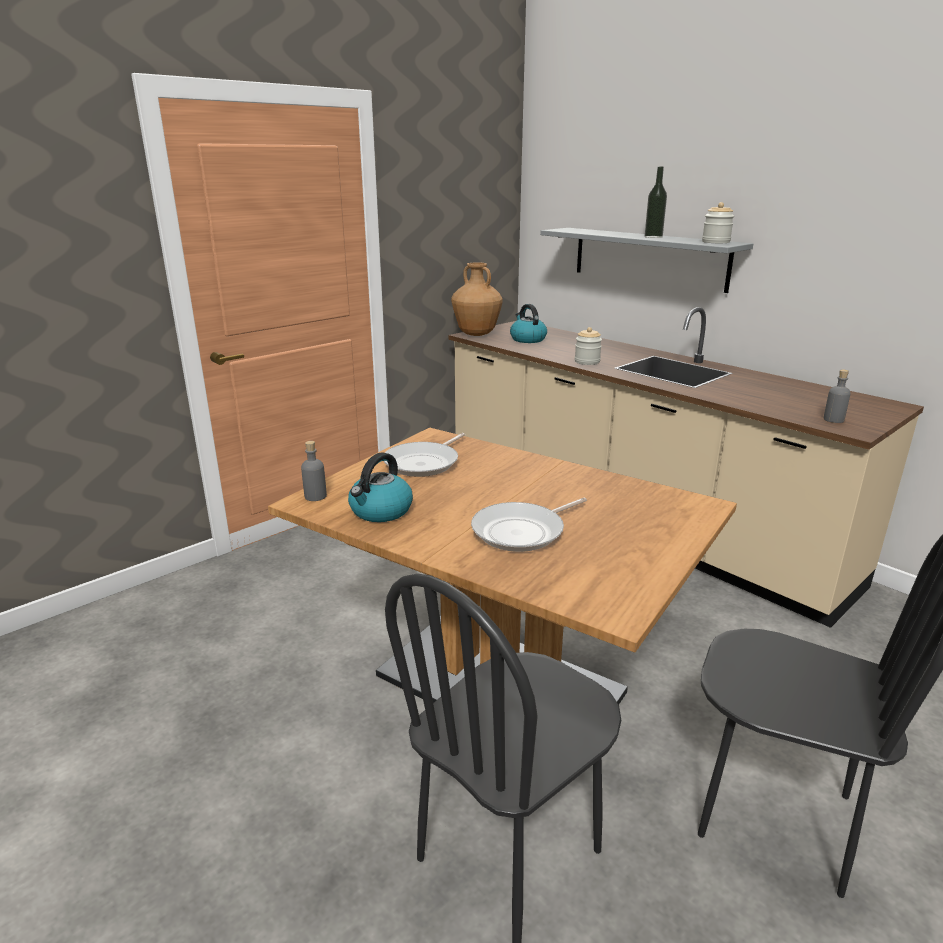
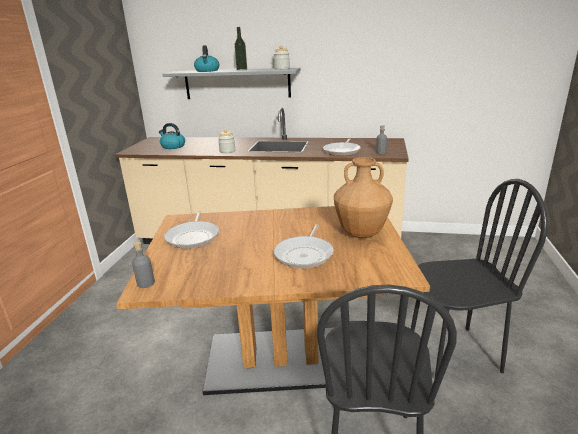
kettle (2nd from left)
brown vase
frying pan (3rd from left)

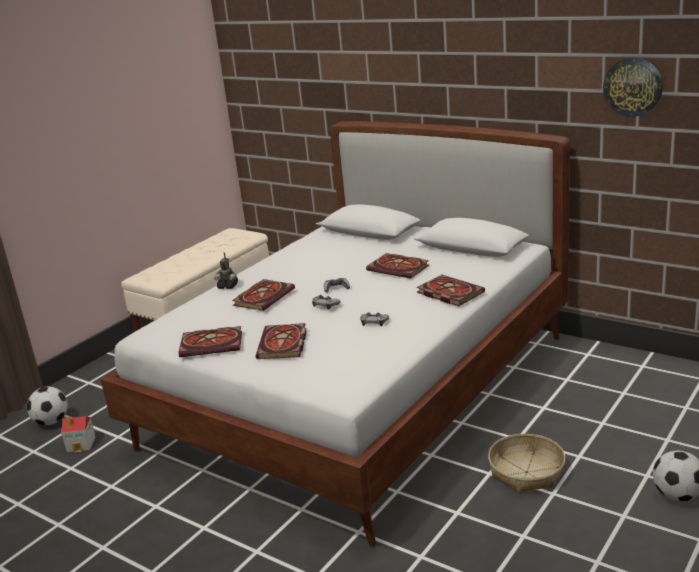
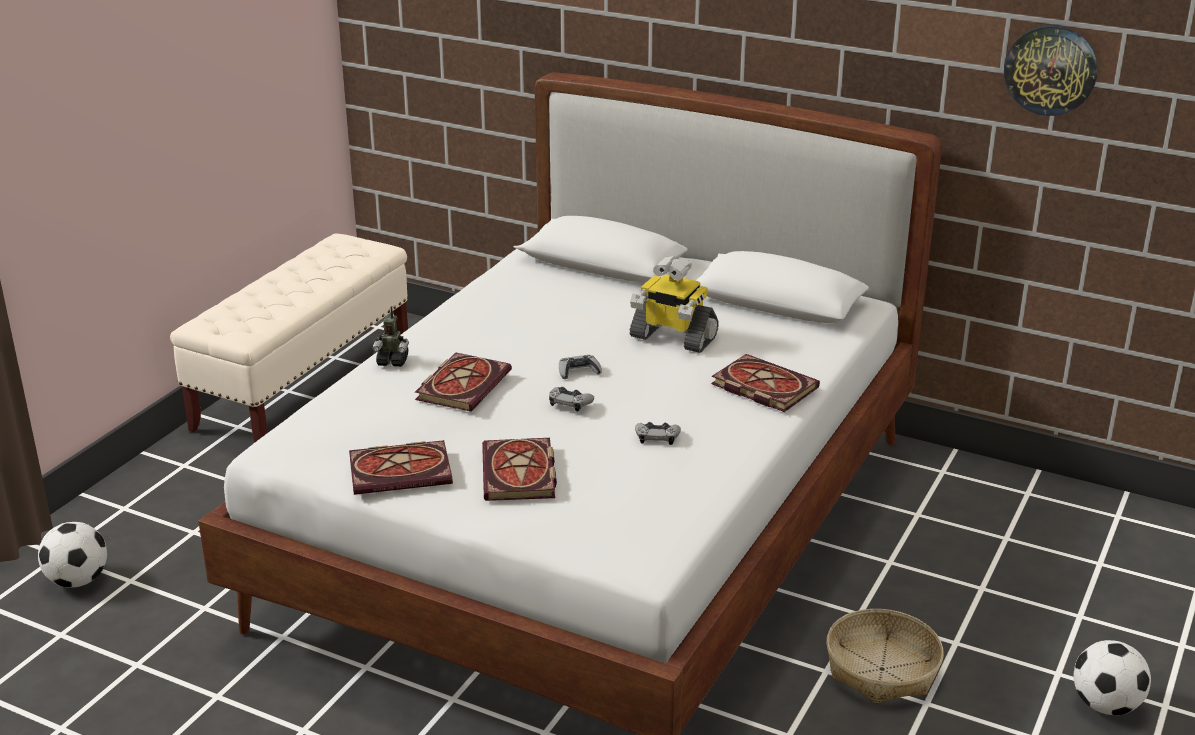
toy house
toy robot (2nd from left)

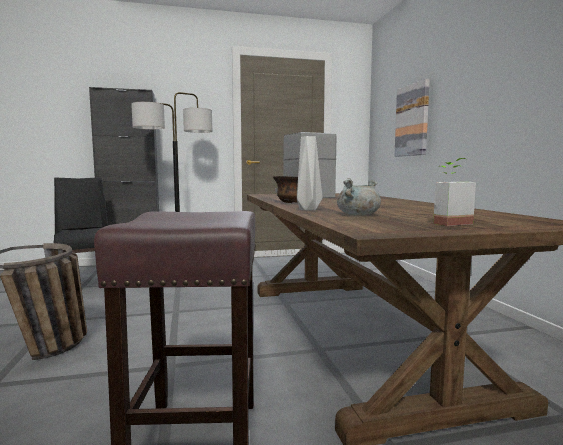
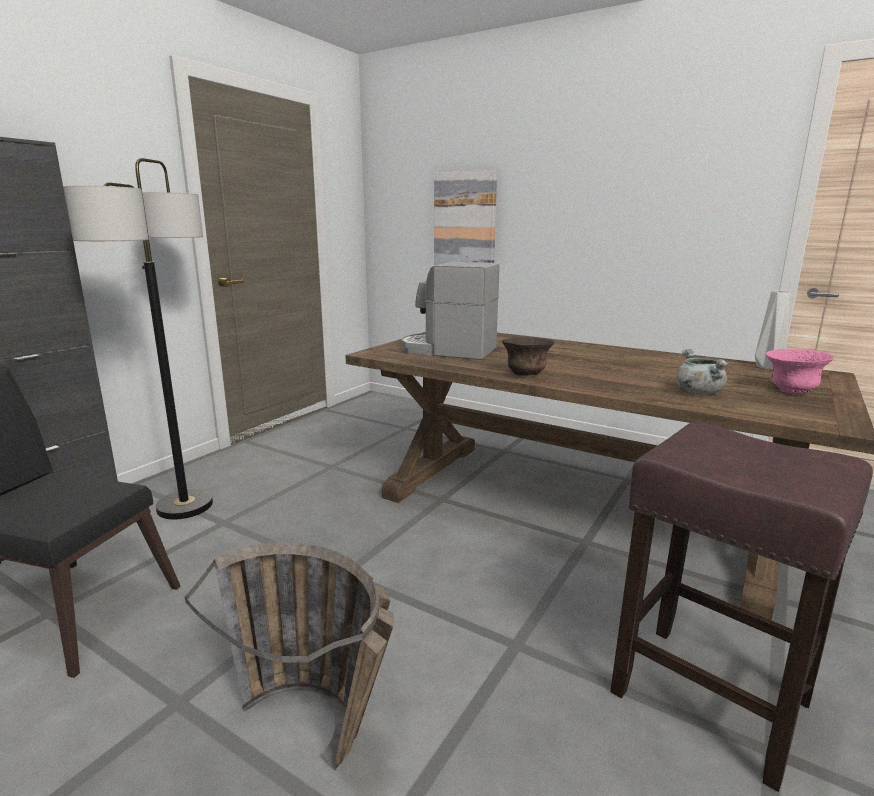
grey vase
pink bowl

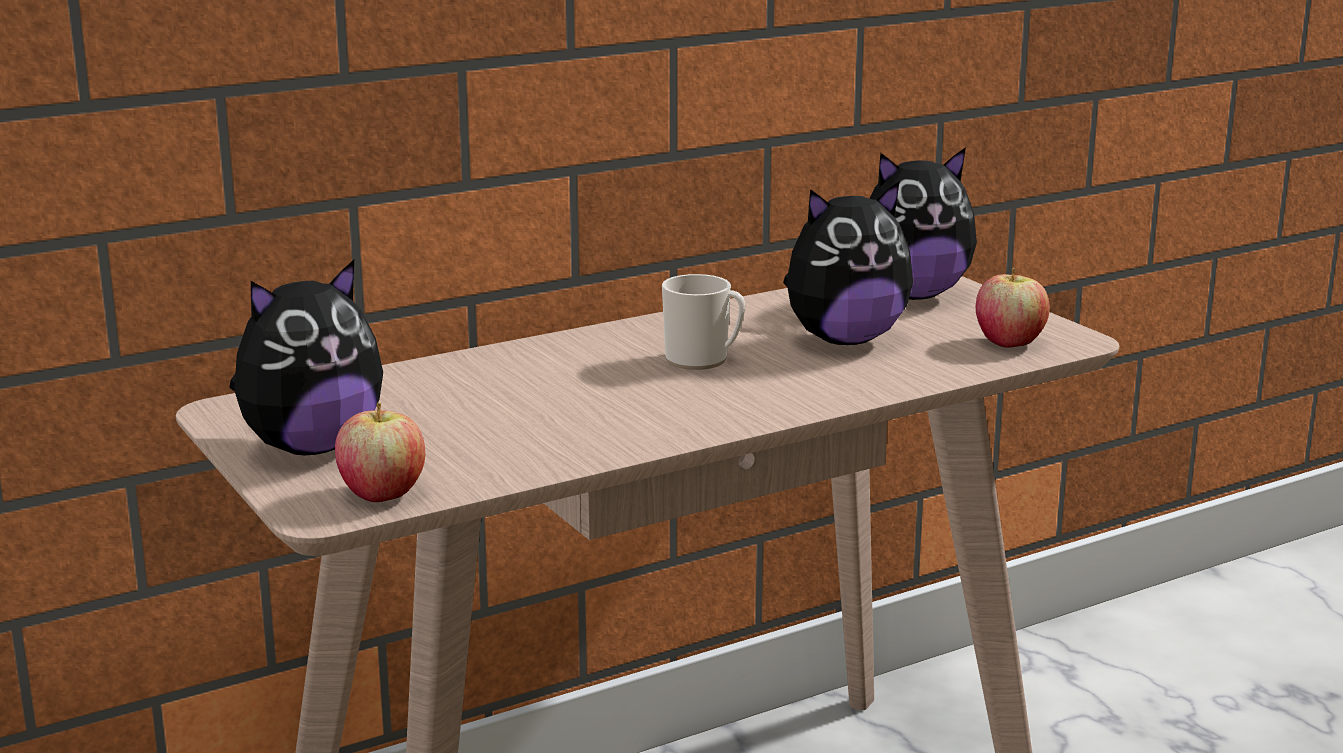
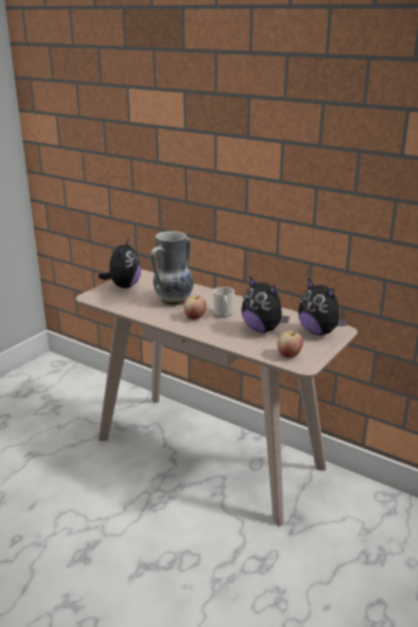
plush toy (1st from left)
apple (1st from left)
vase

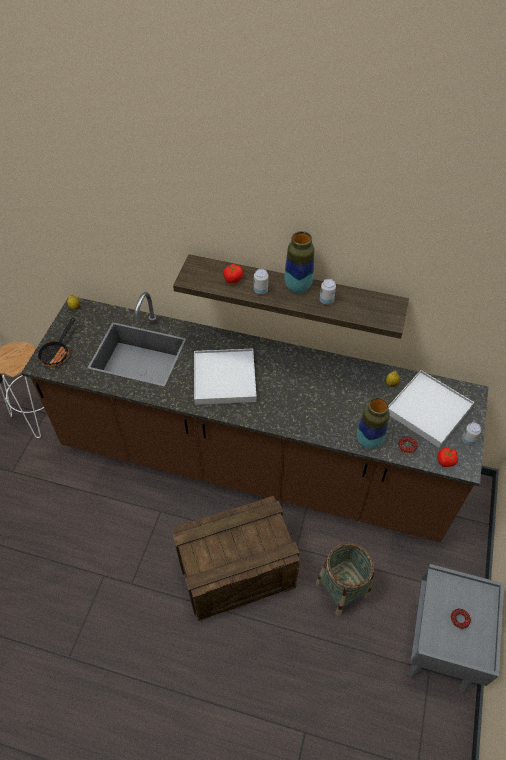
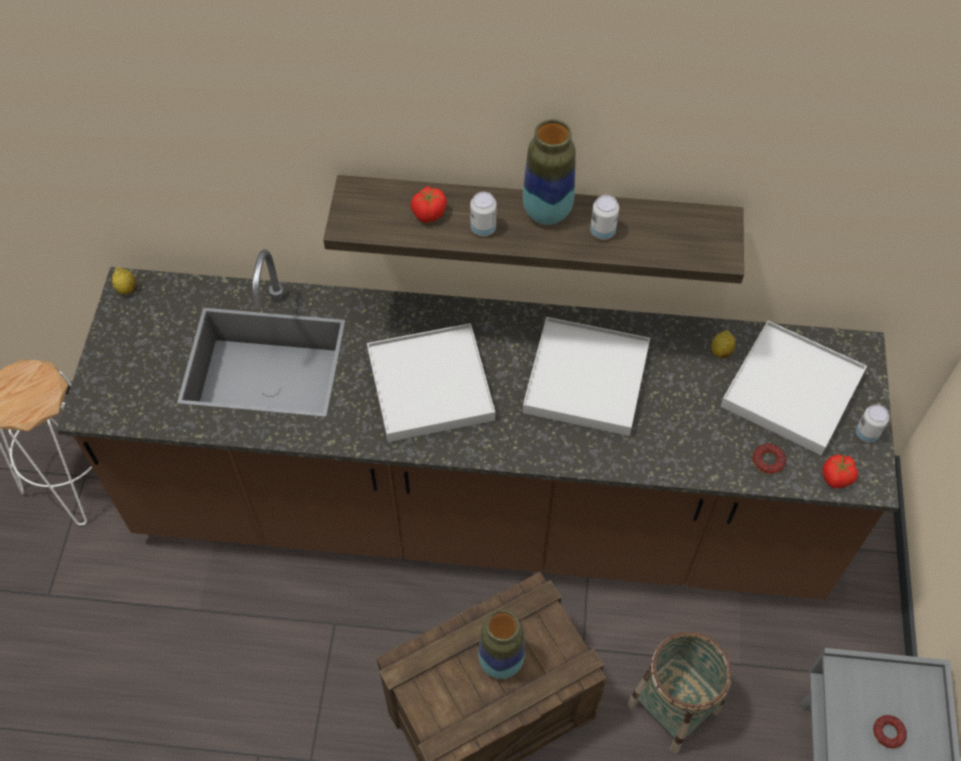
frying pan
vase (1st from left)
white tray (2nd from left)

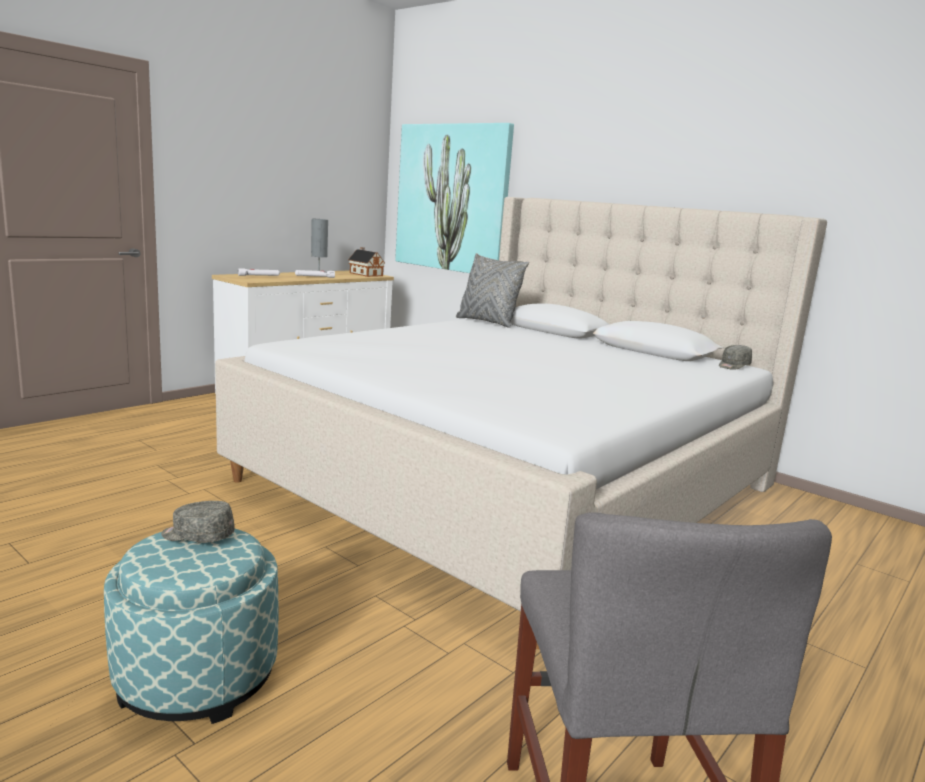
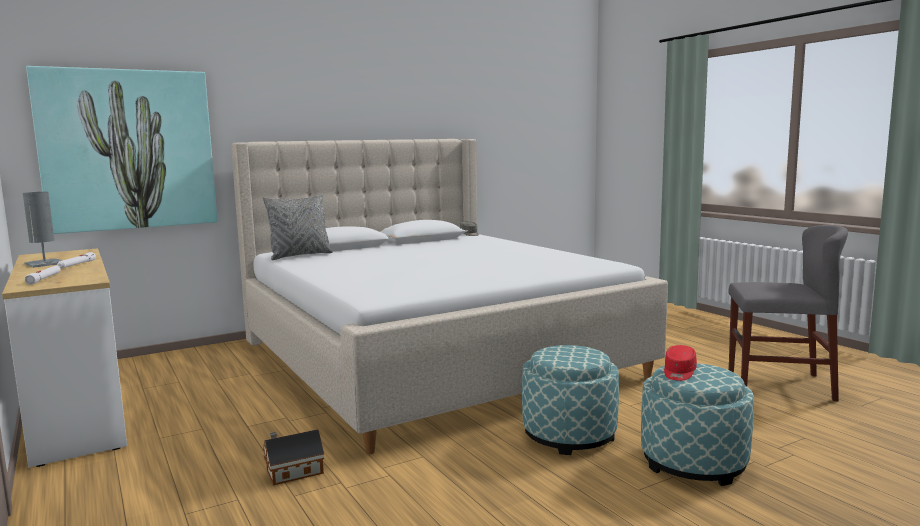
red cap
toy house
ottoman (1st from left)

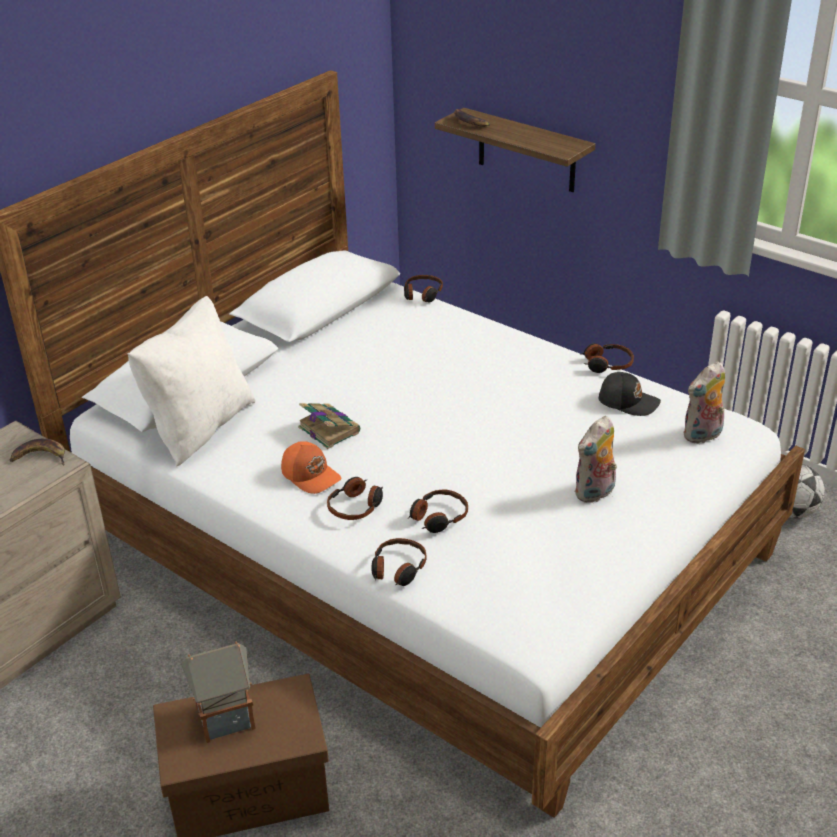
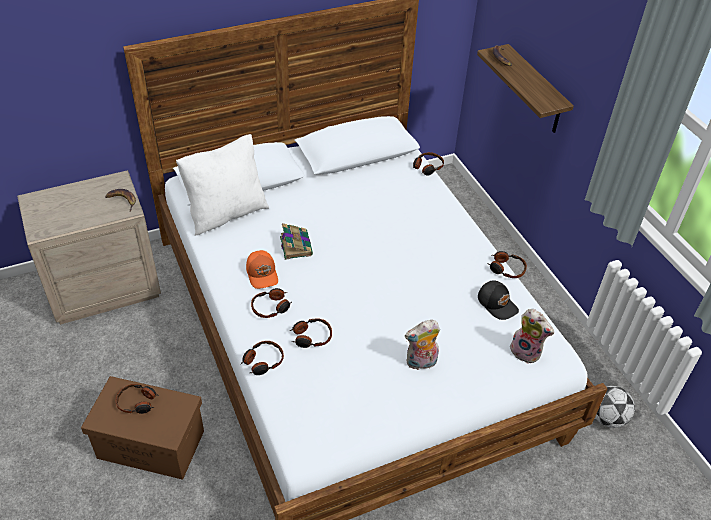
headphones (1st from left)
plush toy (2nd from left)

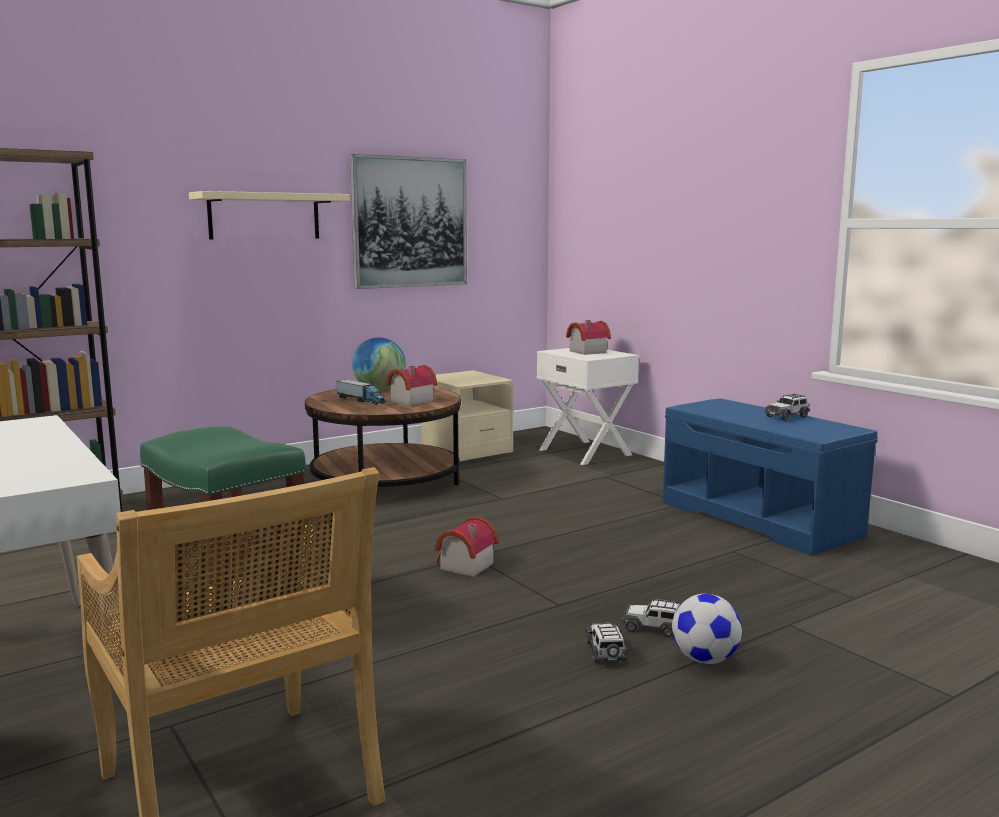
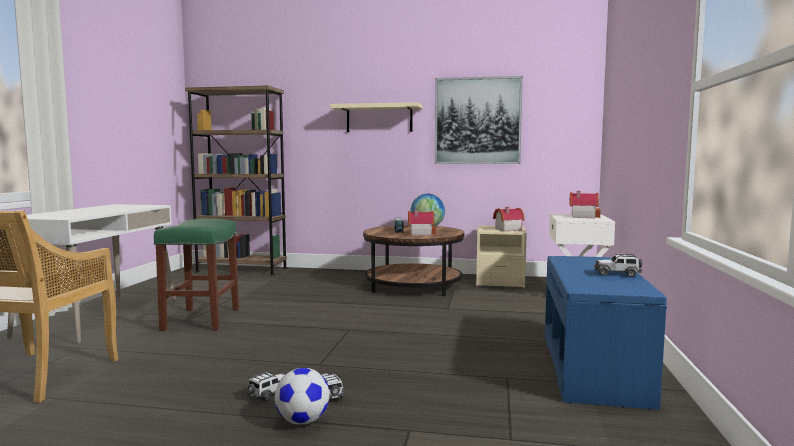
toy house (2nd from left)

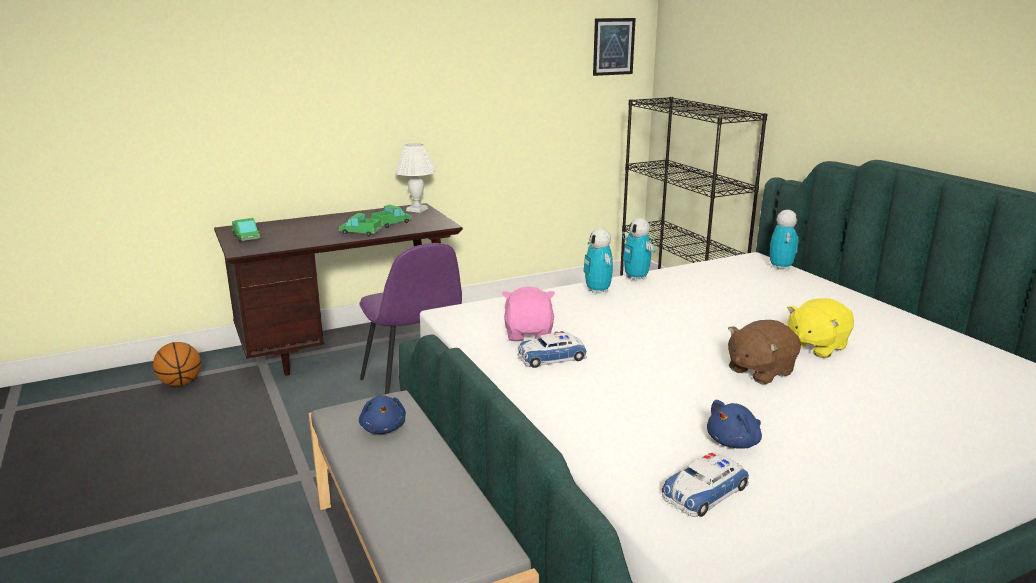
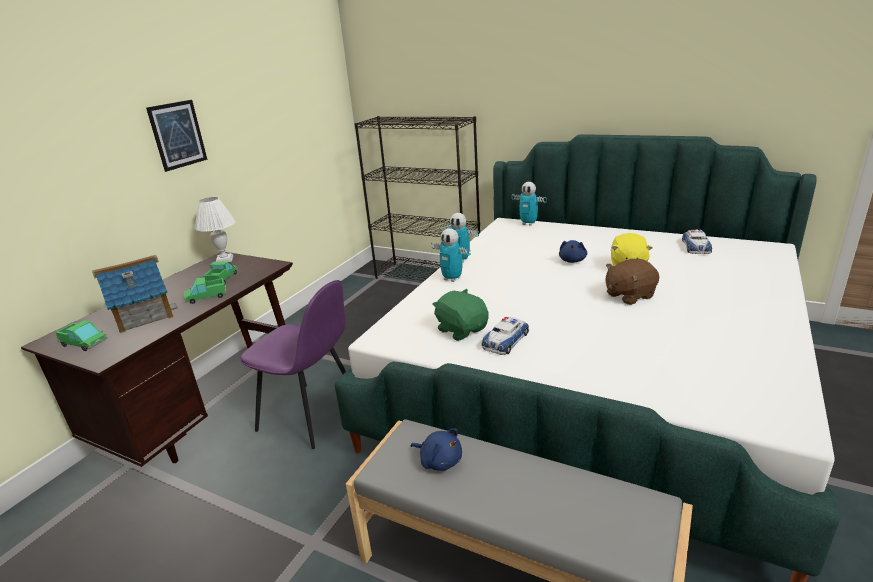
basketball
green plush toy
picture
toy car (2nd from left)
blue plush toy (2nd from left)
brown plush toy
toy robot (3rd from left)
toy house

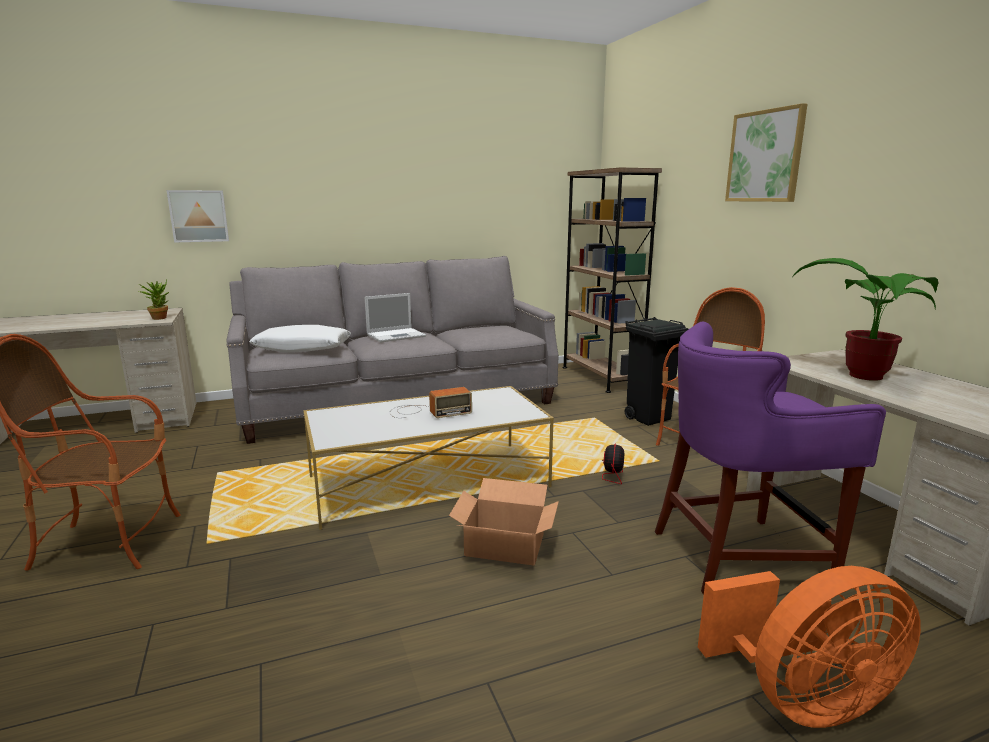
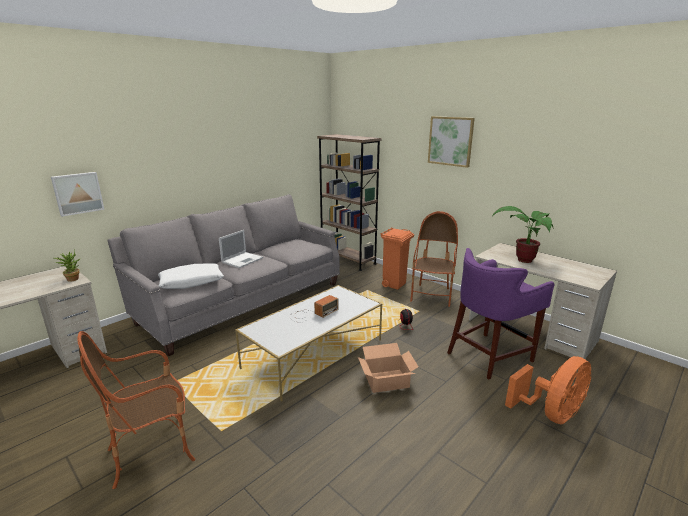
orange trash can

